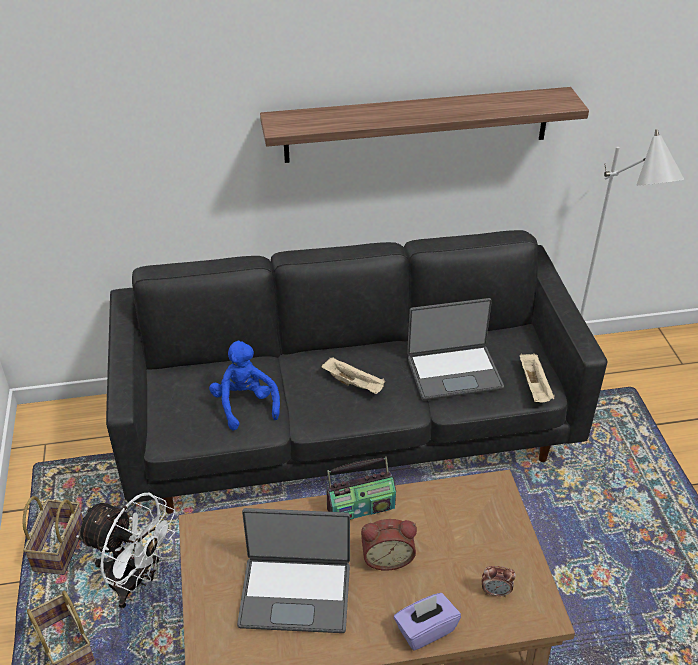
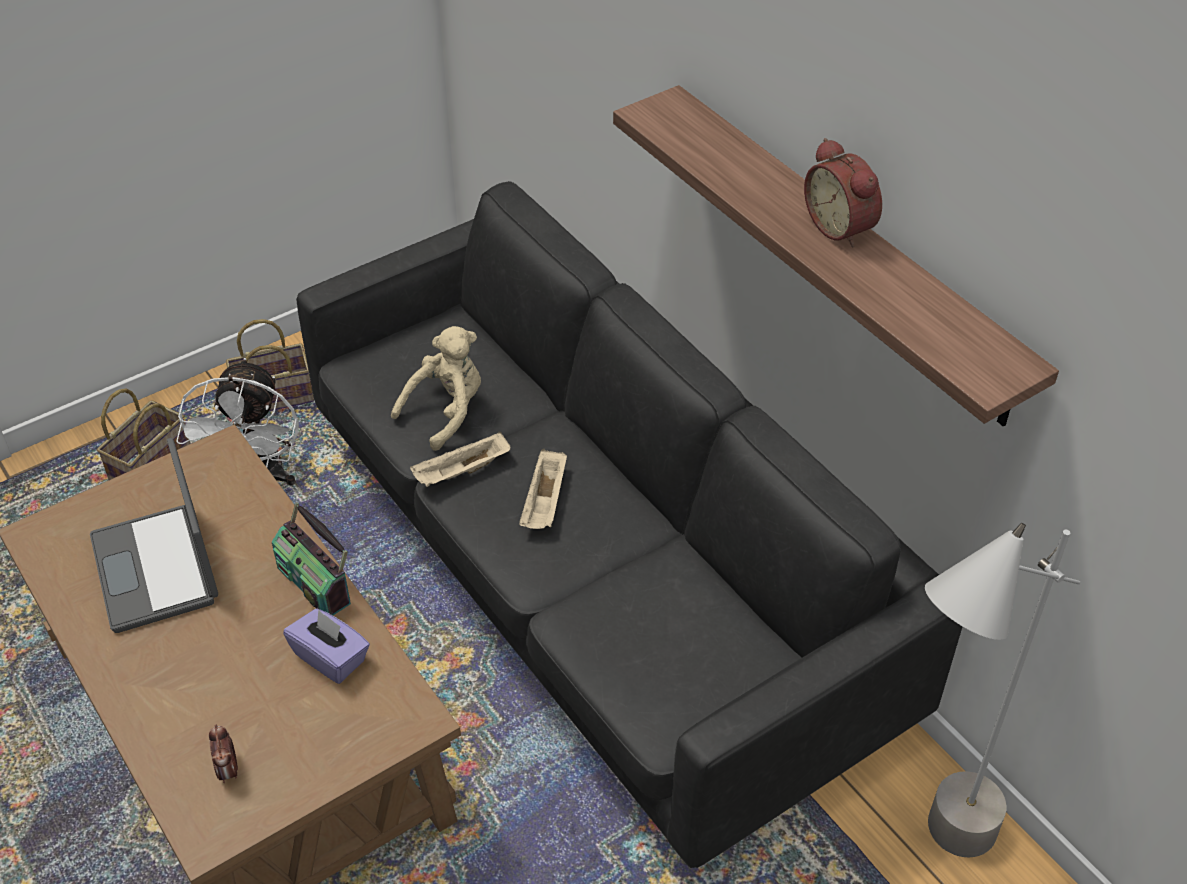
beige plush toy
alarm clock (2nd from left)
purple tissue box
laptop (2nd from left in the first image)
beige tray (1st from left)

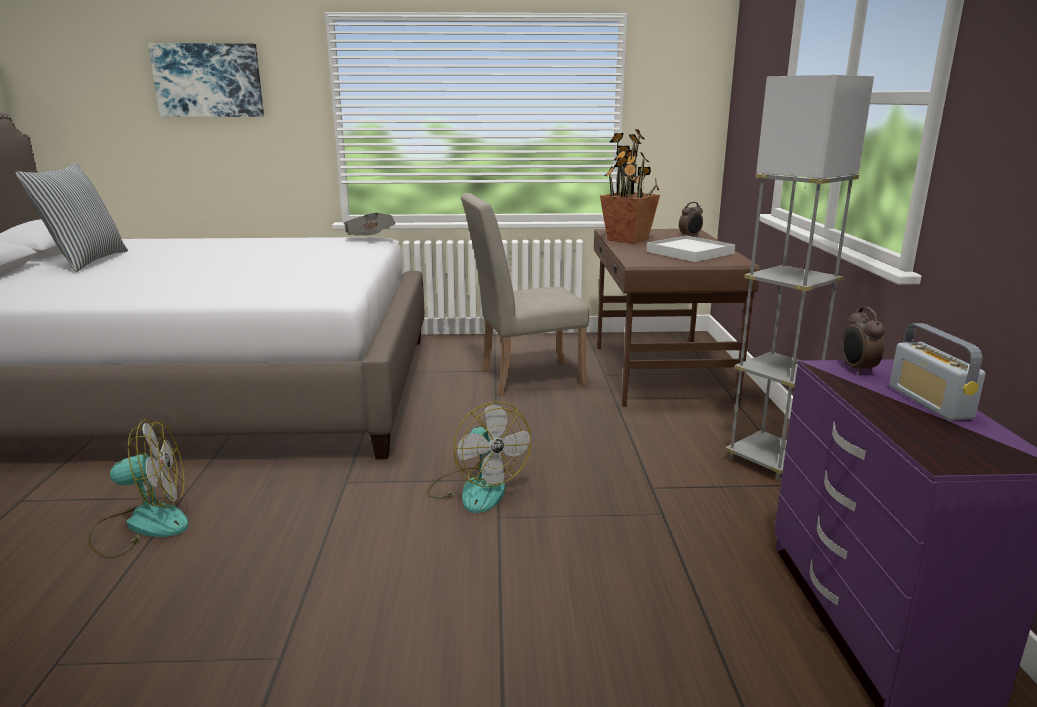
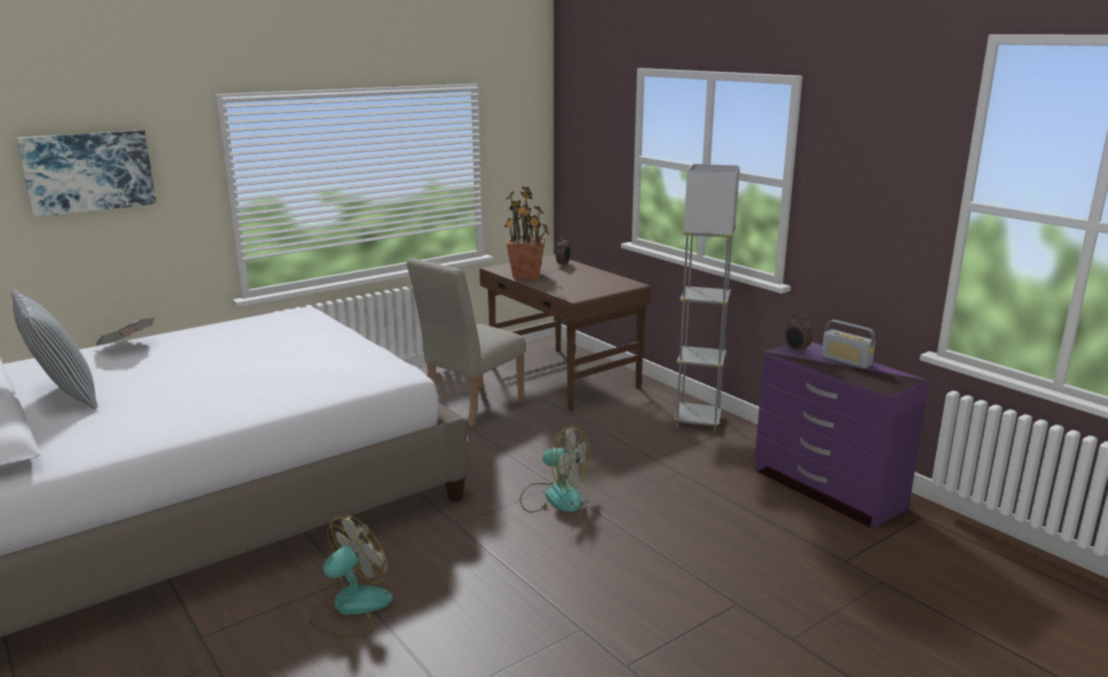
newspaper
white tray

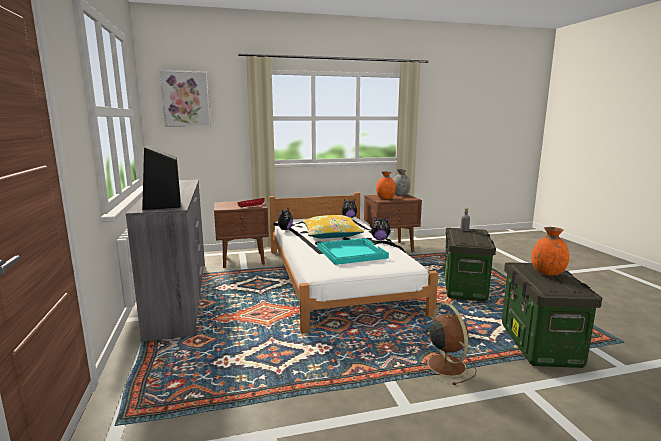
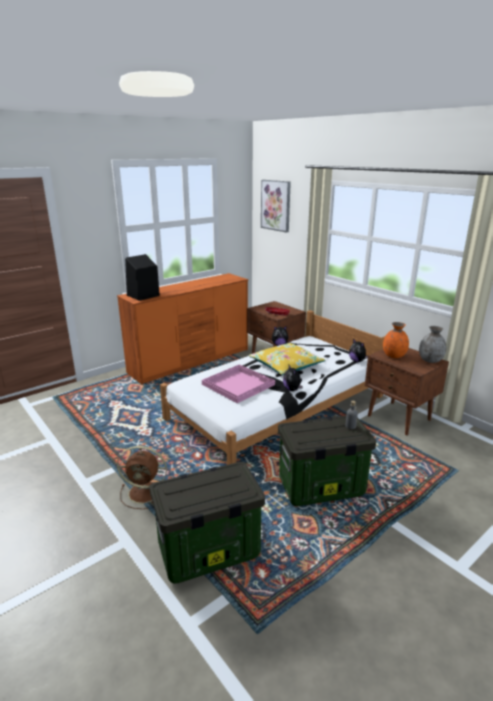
orange dresser
pink tray
brown fan
orange vase (2nd from left in the first image)

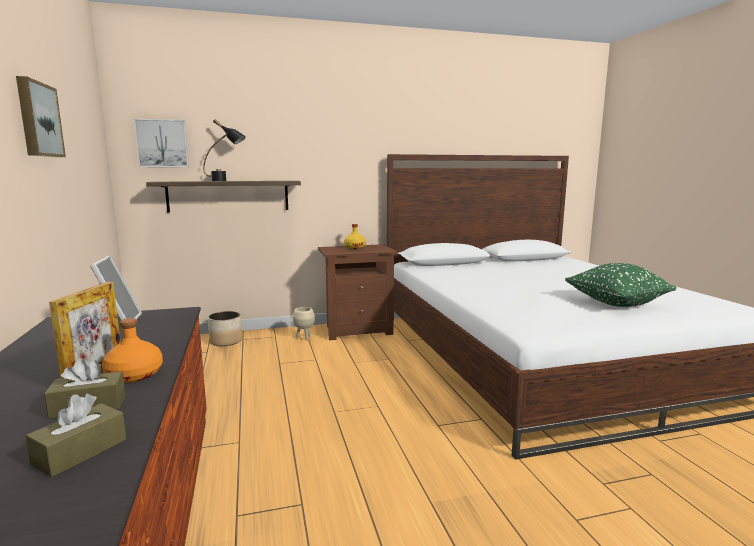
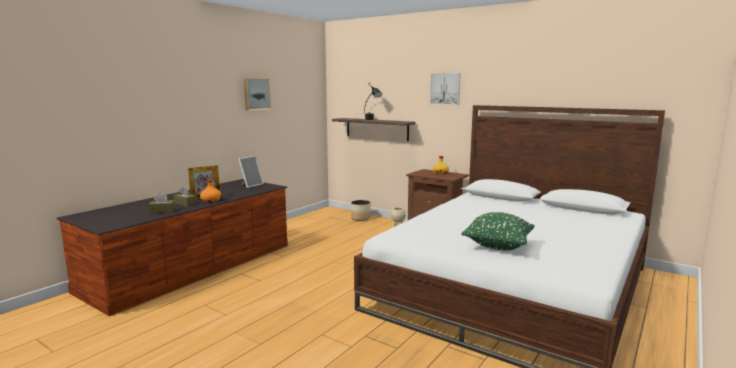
picture (2nd from left)

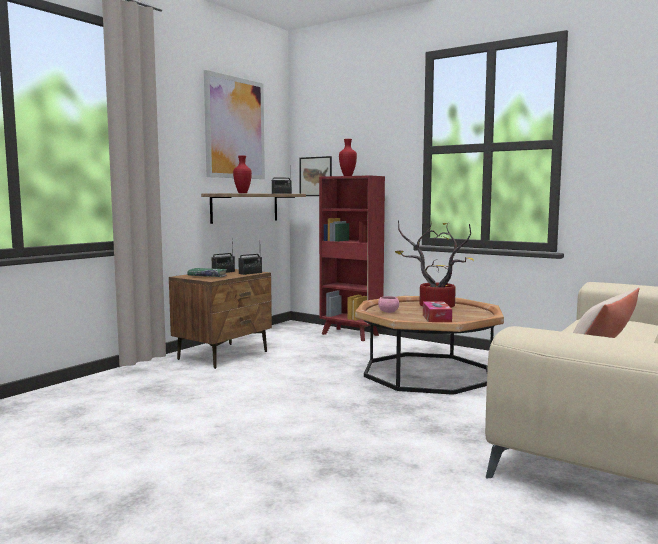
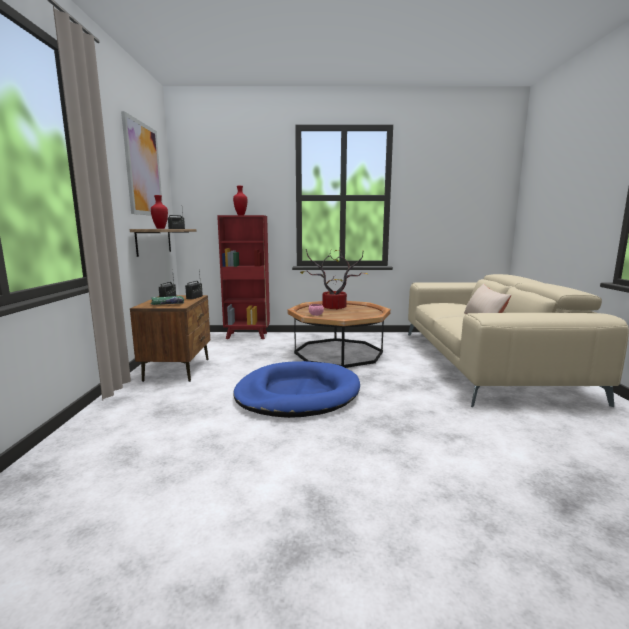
picture (2nd from left in the first image)
tissue box
blue dog bed

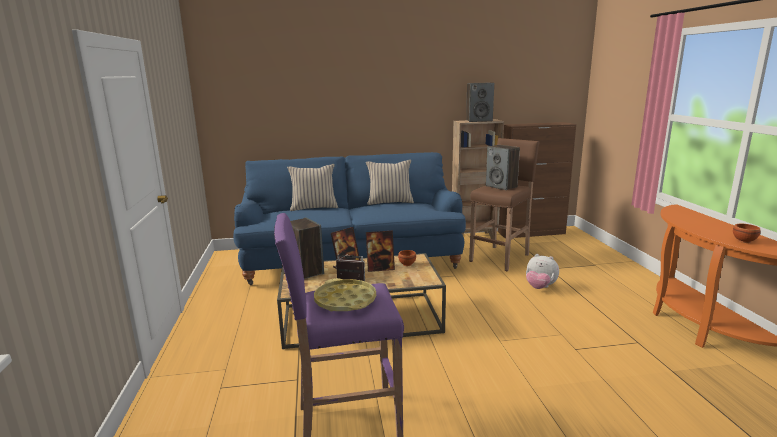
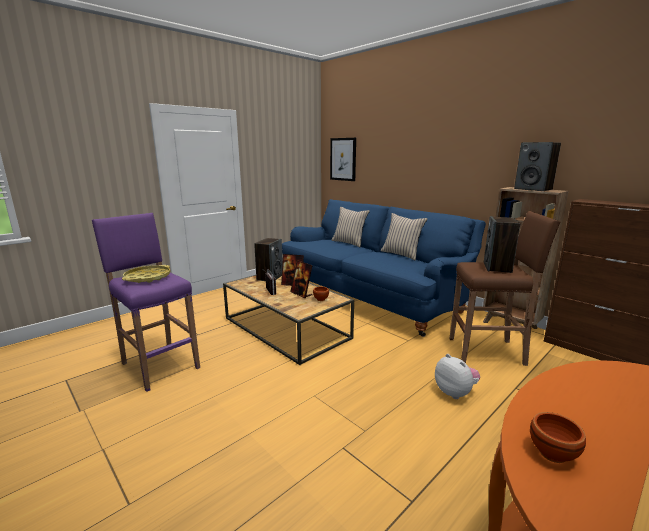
plush toy
picture

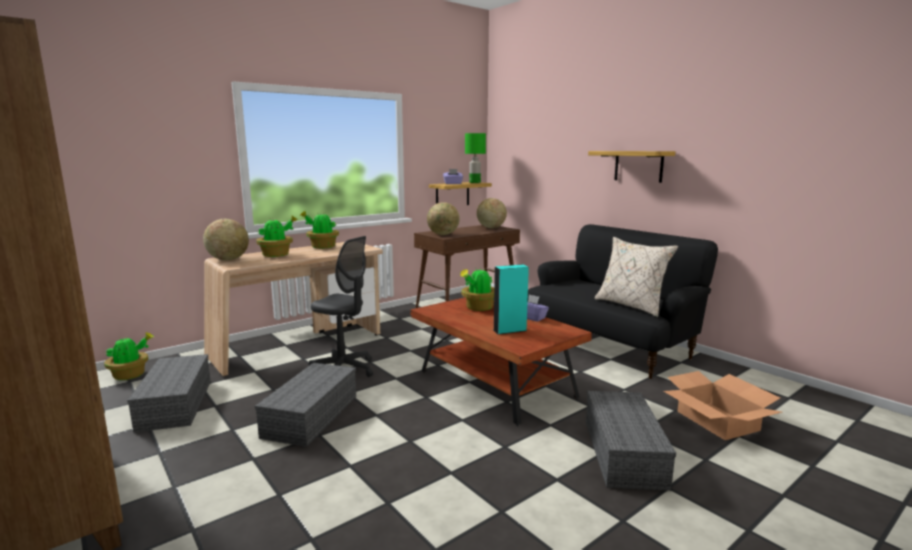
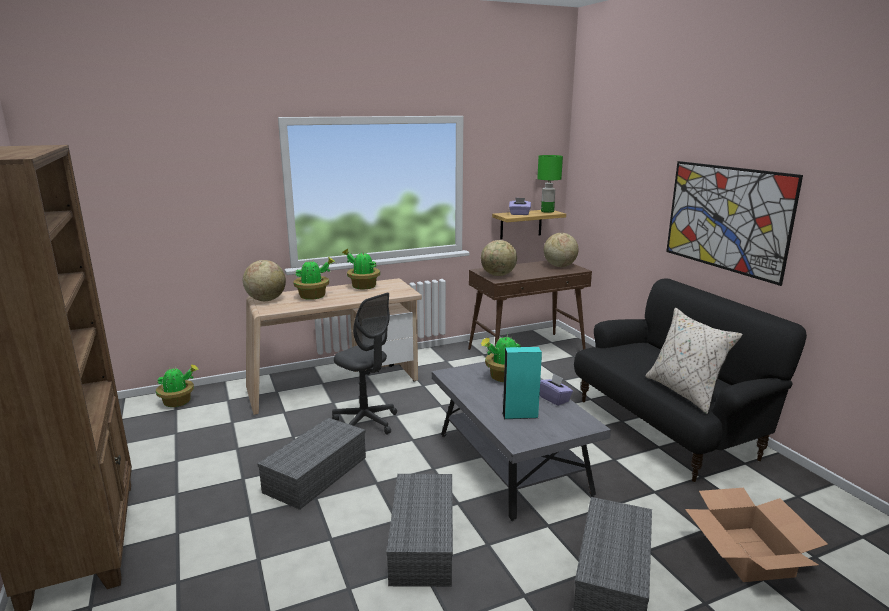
grey storage box (2nd from left)
grey coffee table
picture

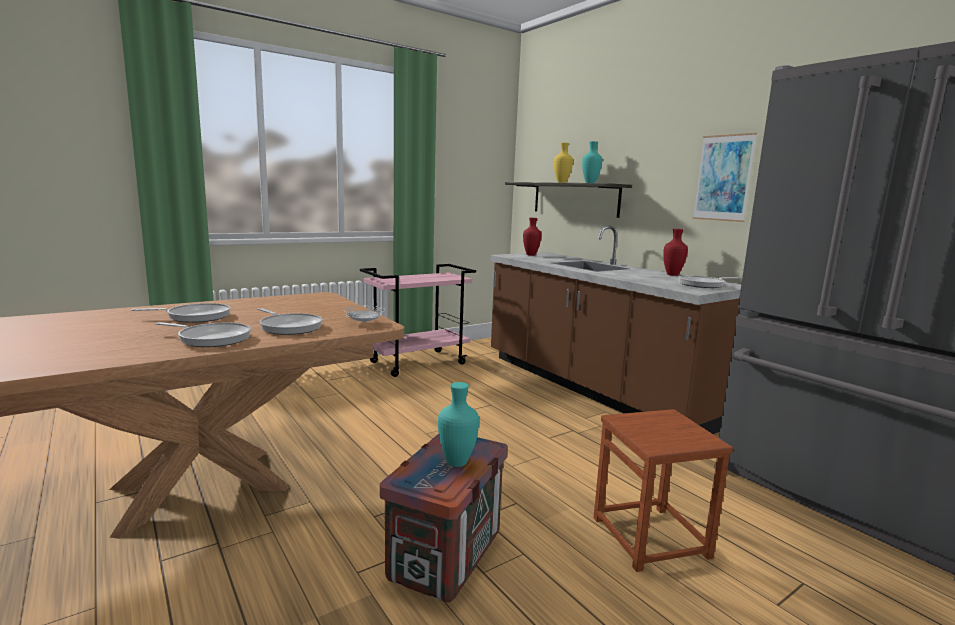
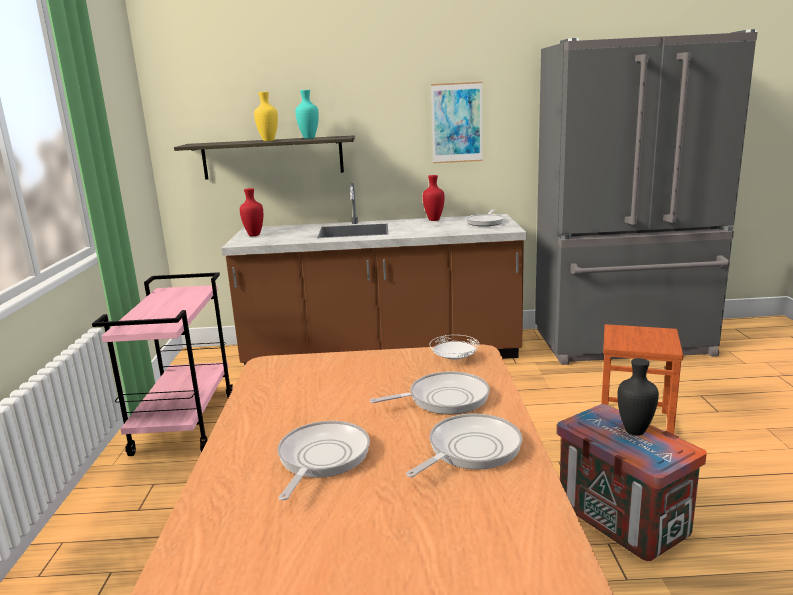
black vase

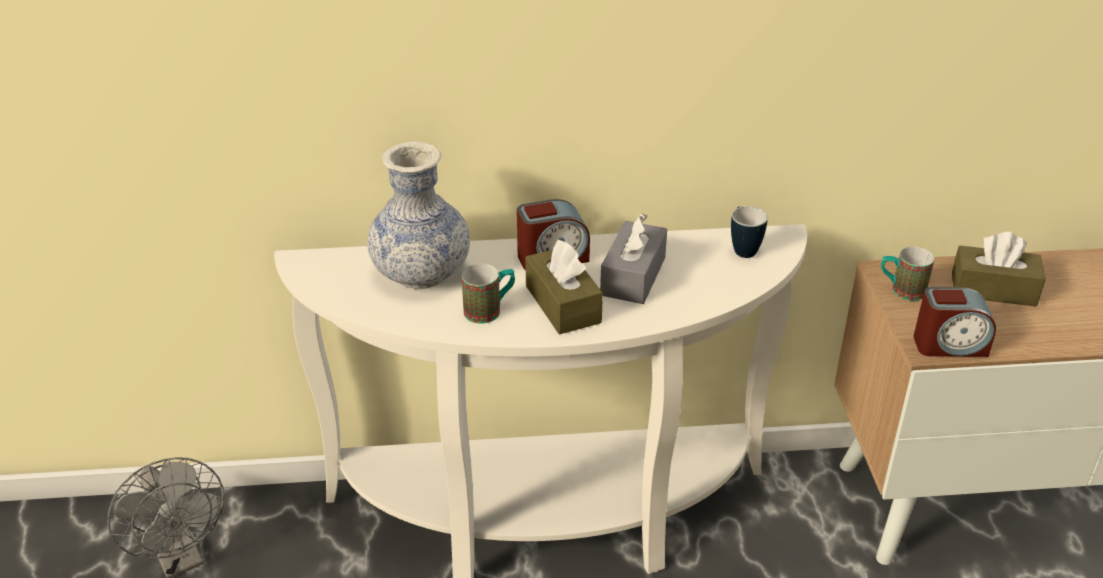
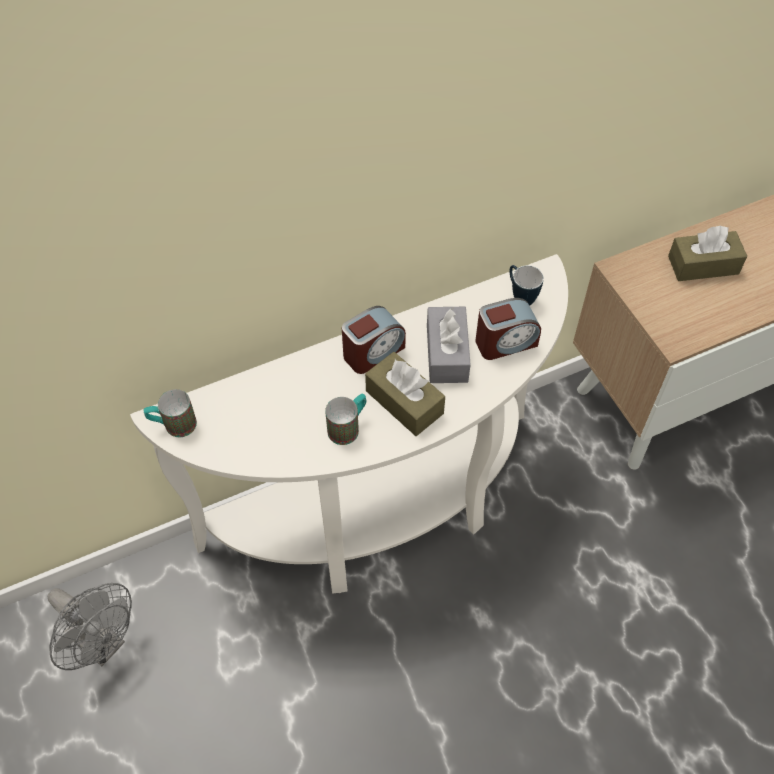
vase
mug (1st from left)
alarm clock (2nd from left)

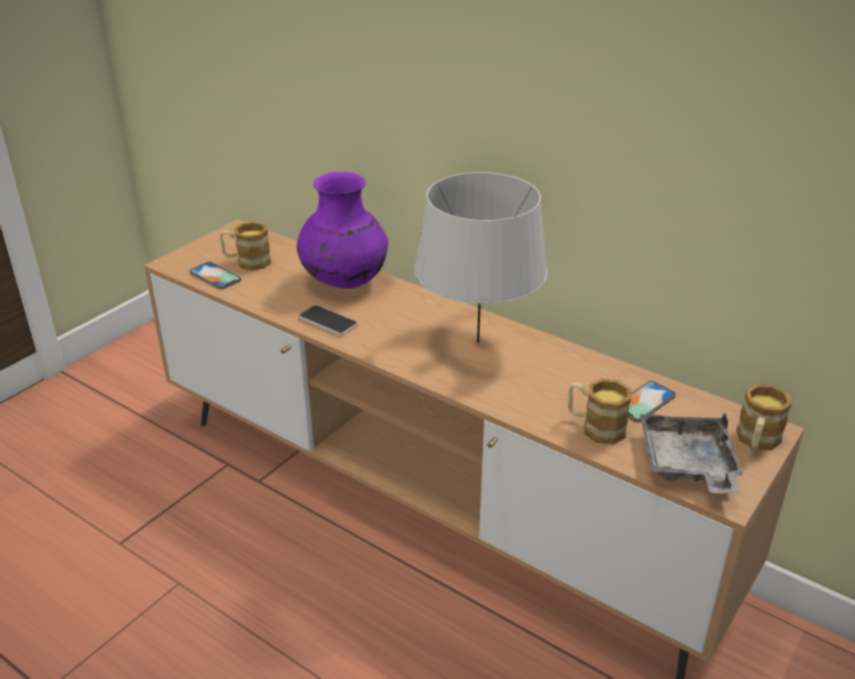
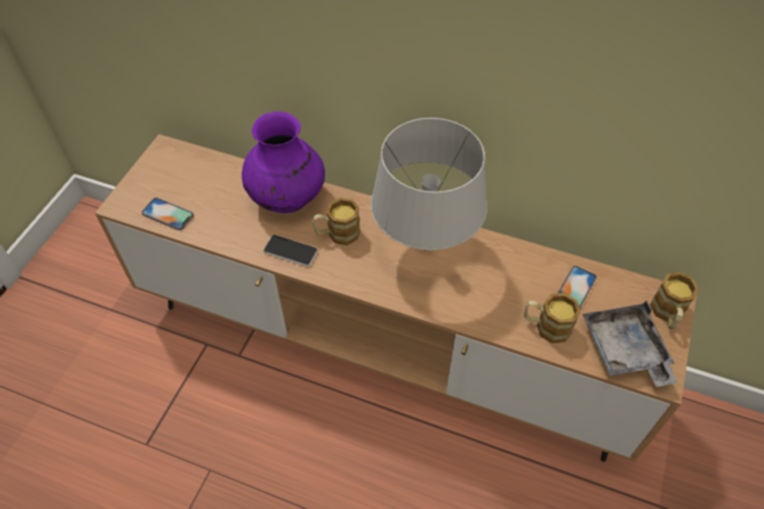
mug (1st from left)

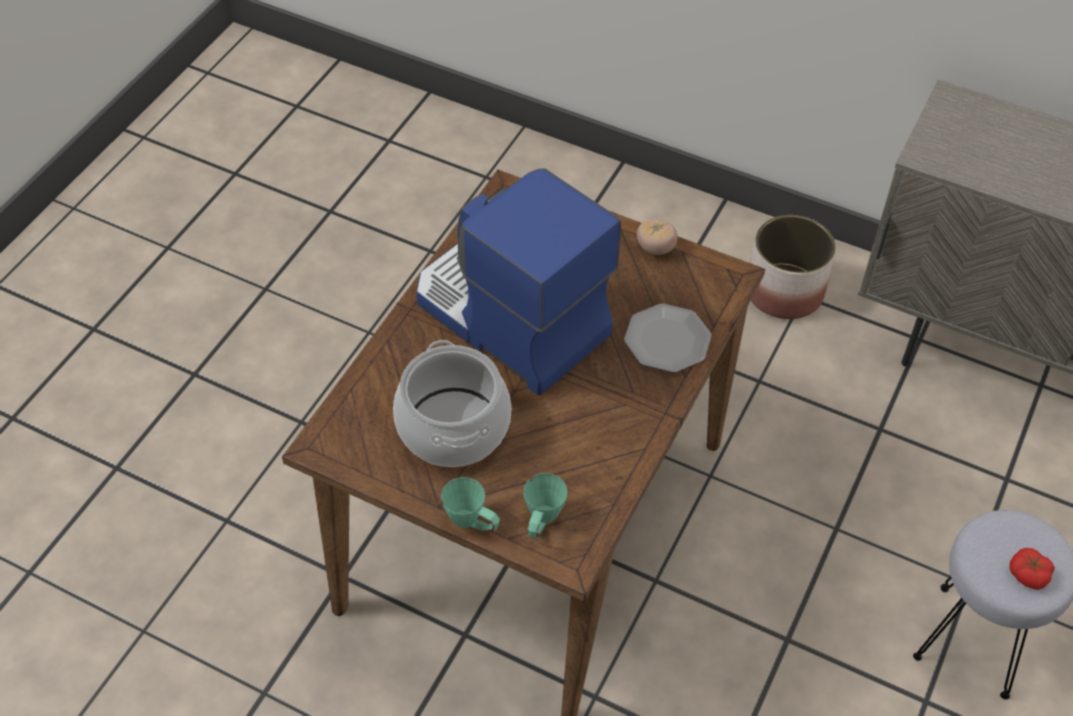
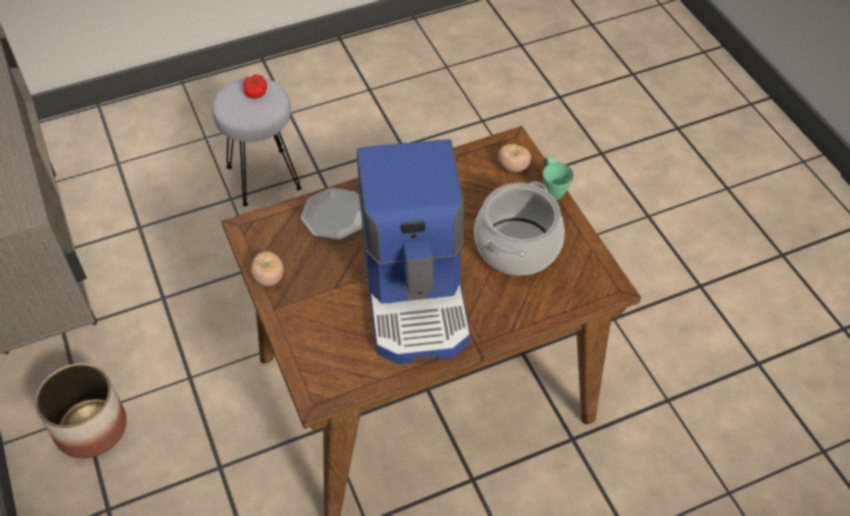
tomato (3rd from left)

